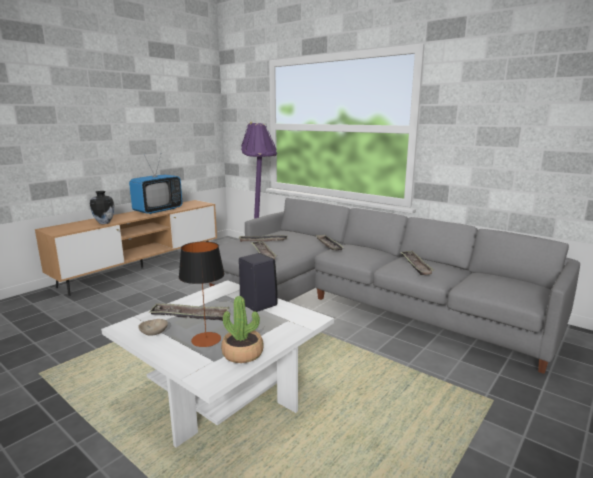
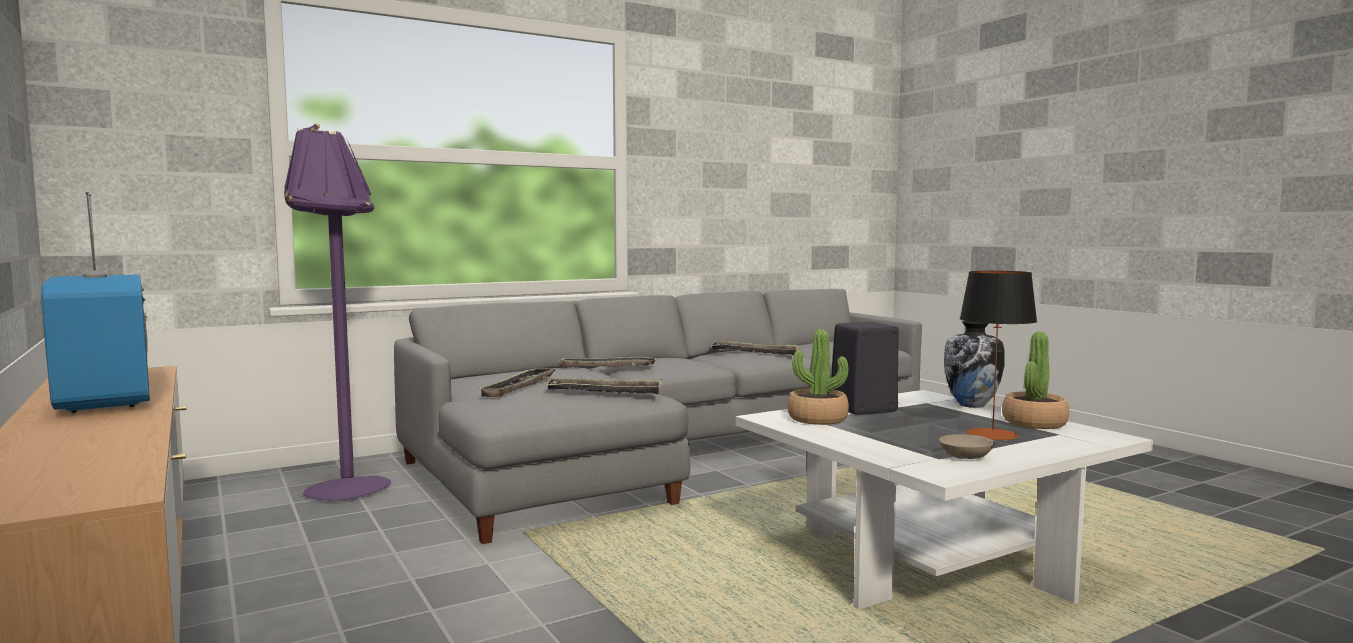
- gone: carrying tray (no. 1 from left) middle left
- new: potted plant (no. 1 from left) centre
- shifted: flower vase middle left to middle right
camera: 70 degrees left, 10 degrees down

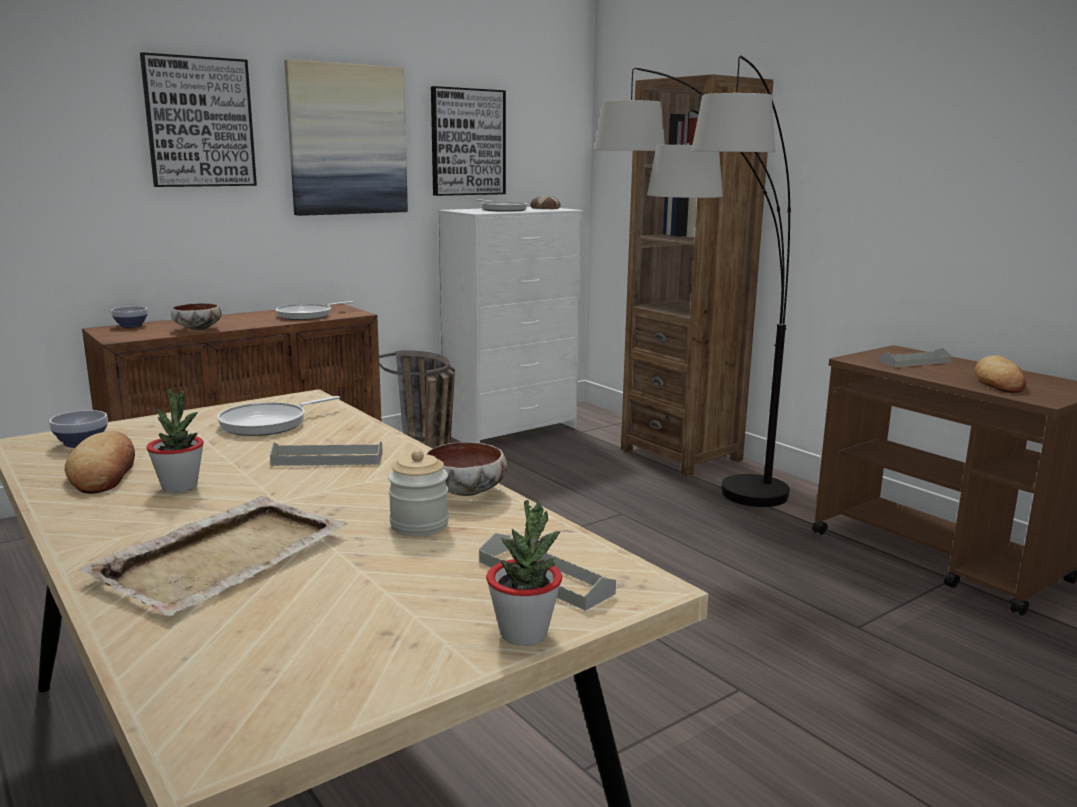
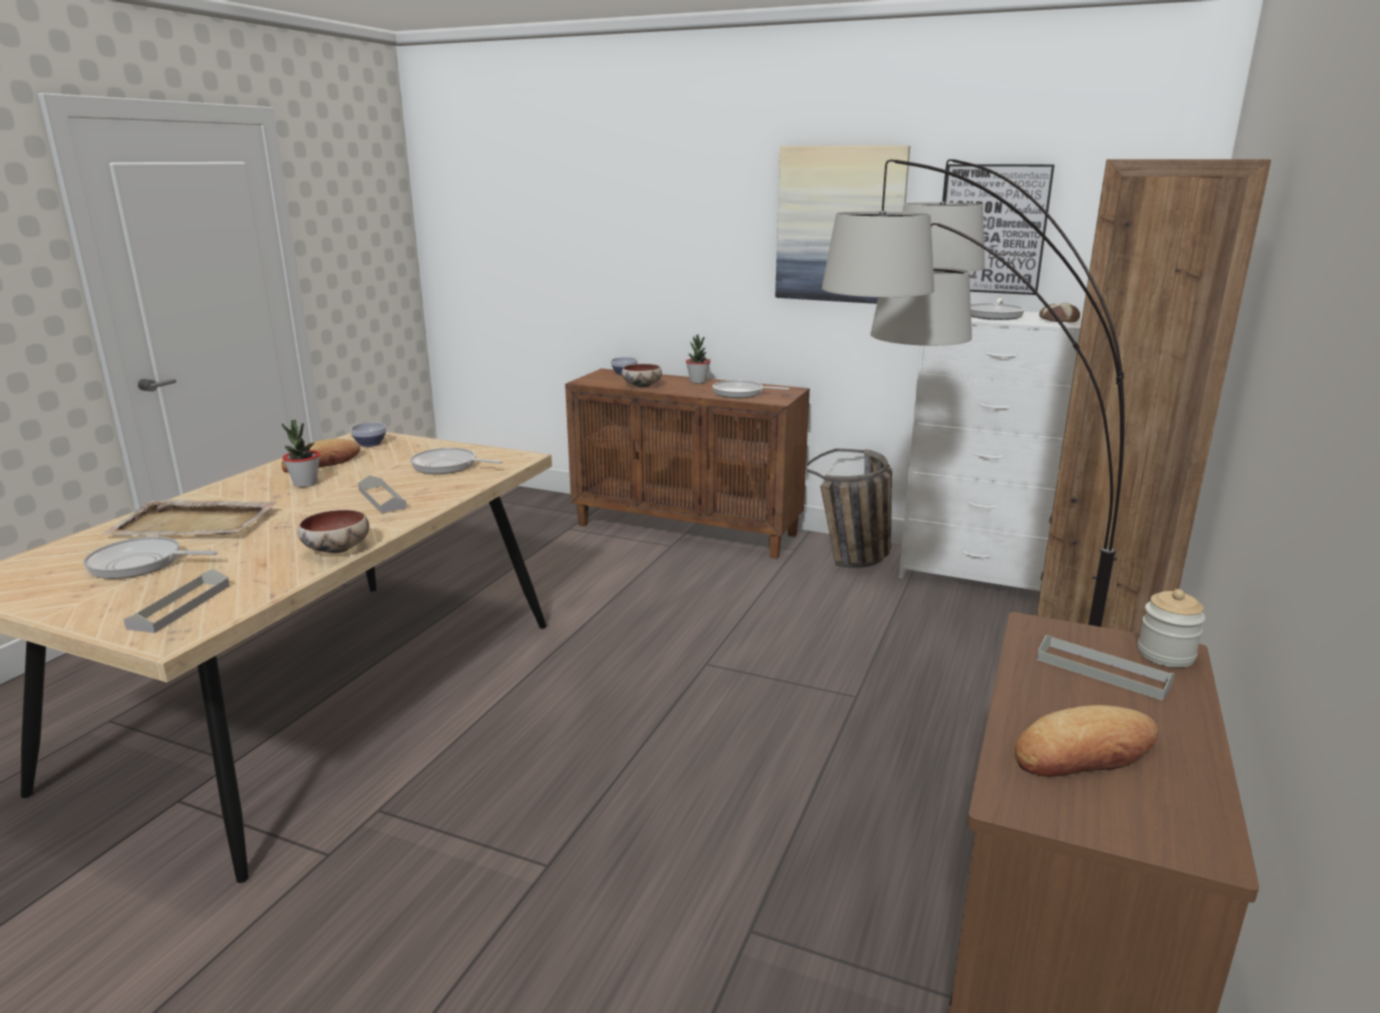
- gone: wall picture (no. 1 from left) top left
- new: skillet (no. 1 from left) middle left
- shifted: storage jar centre to middle right
- shifted: potted plant (no. 2 from left) bottom centre to centre
camera: 60 degrees right, 5 degrees up

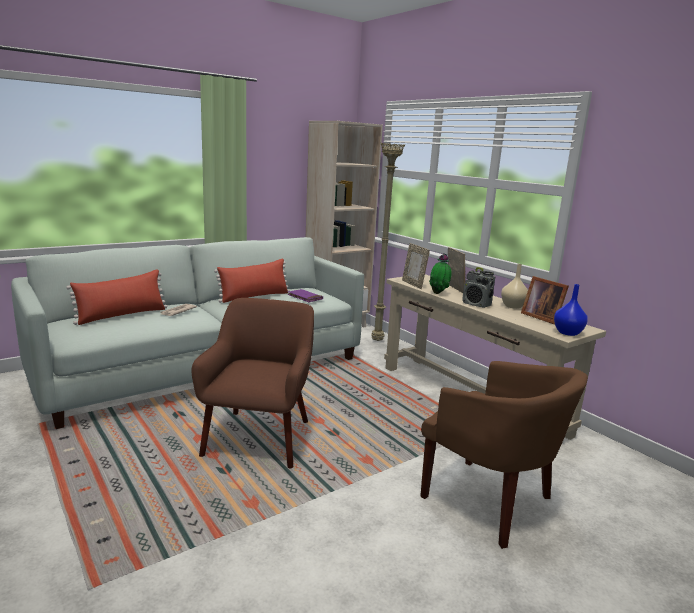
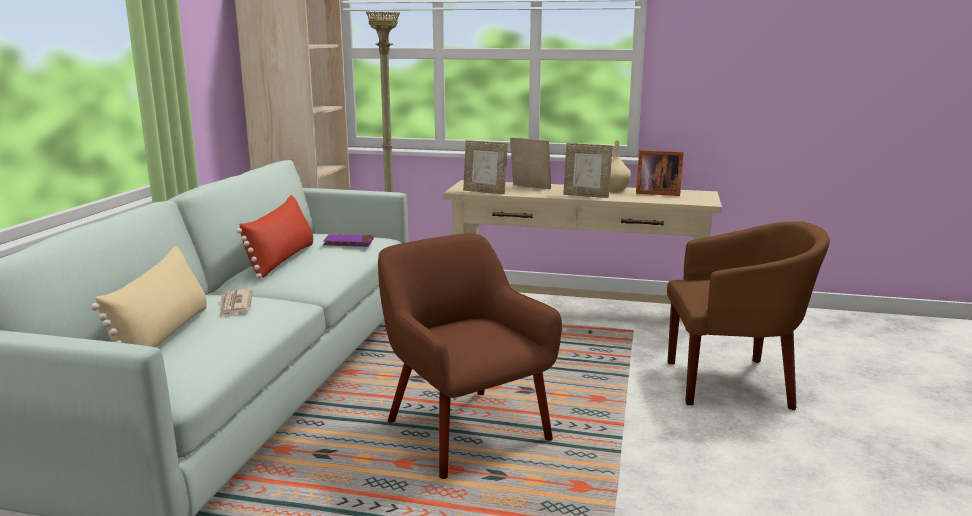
- gone: potted plant centre
- gone: blue-coloured flower vase middle right
- swapped: radio set middle right to standing frame (no. 3 from left) top centre
- repainted: red-coloured pillow (no. 1 from left) middle left to beige pillow middle left
camera: 40 degrees left, 0 degrees up

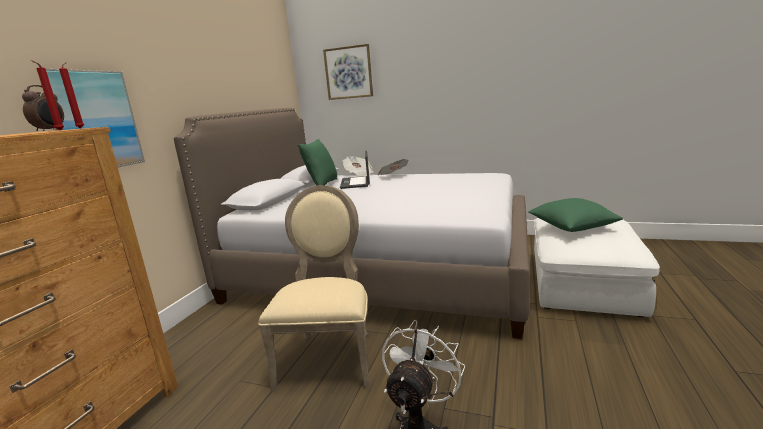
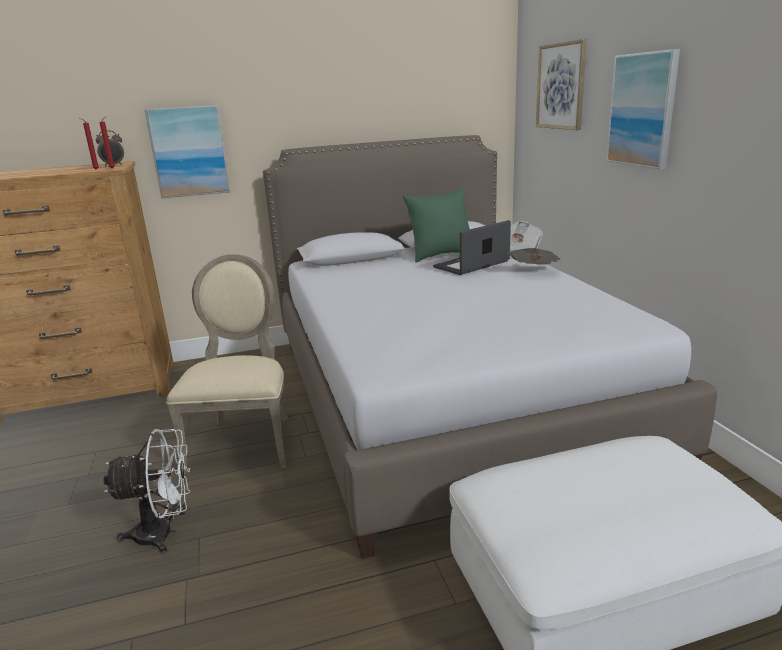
- gone: green pillow (no. 2 from left) middle right
- new: wall picture (no. 3 from left) top right
- rotated: beige upright chair bottom centre = middle left 60 degrees counterclockwise
camera: 55 degrees right, 5 degrees up

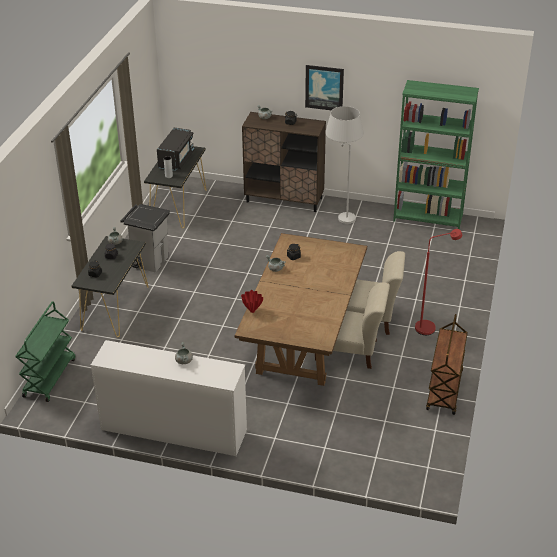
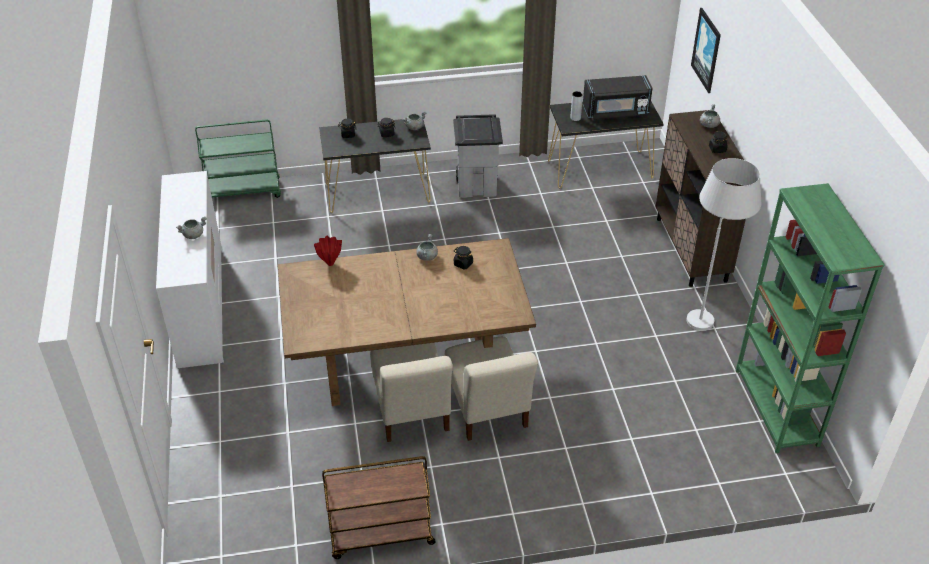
- gone: red-coloured floor lamp middle right
- shifted: wall picture top centre to top right
camera: 65 degrees right, 5 degrees up

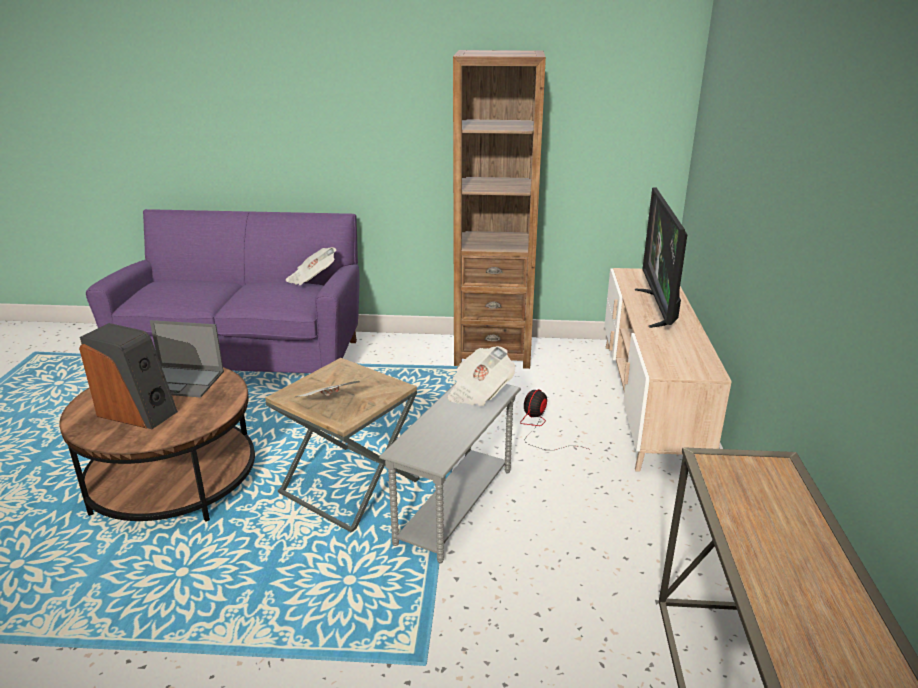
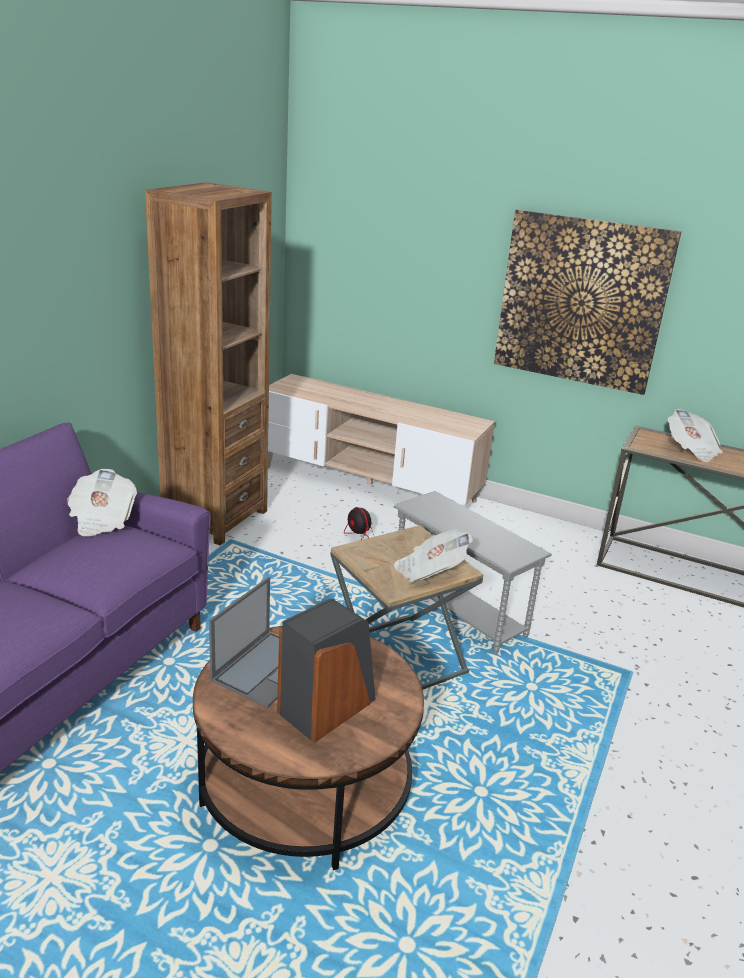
- gone: TV set middle right
- new: wall picture top right
- shifted: newspaper (no. 3 from left) centre to middle right
camera: 70 degrees left, 0 degrees up

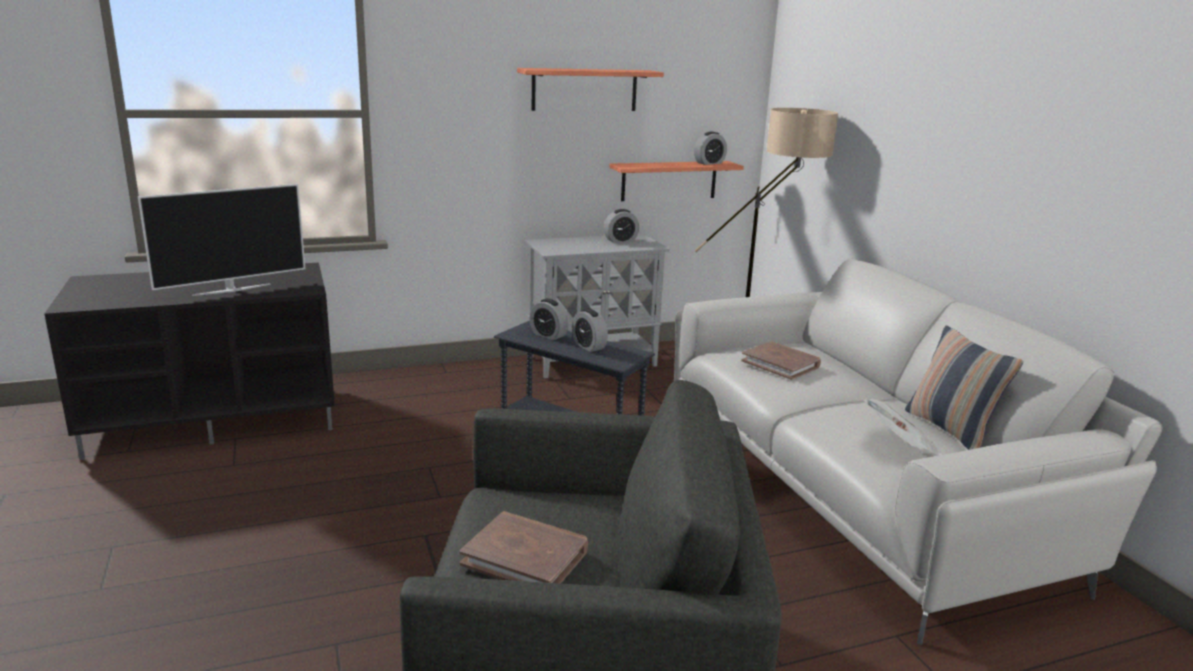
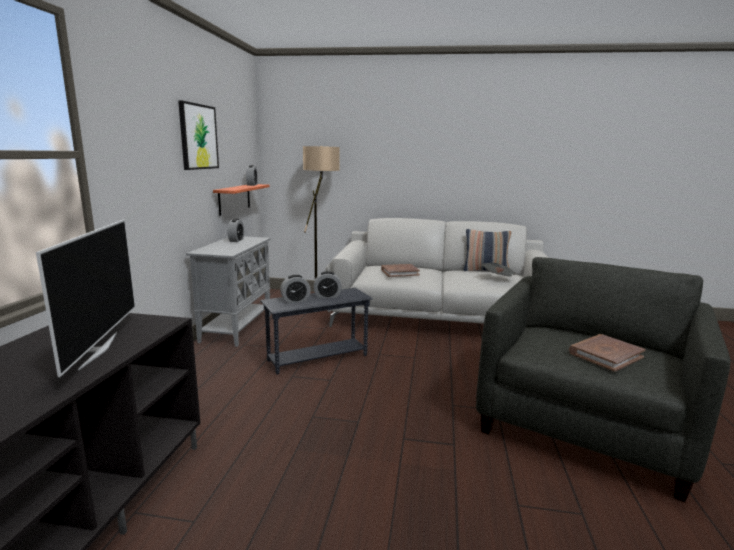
- swapped: shelf (no. 1 from left) top centre to wall picture top left
camera: 60 degrees left, 5 degrees down

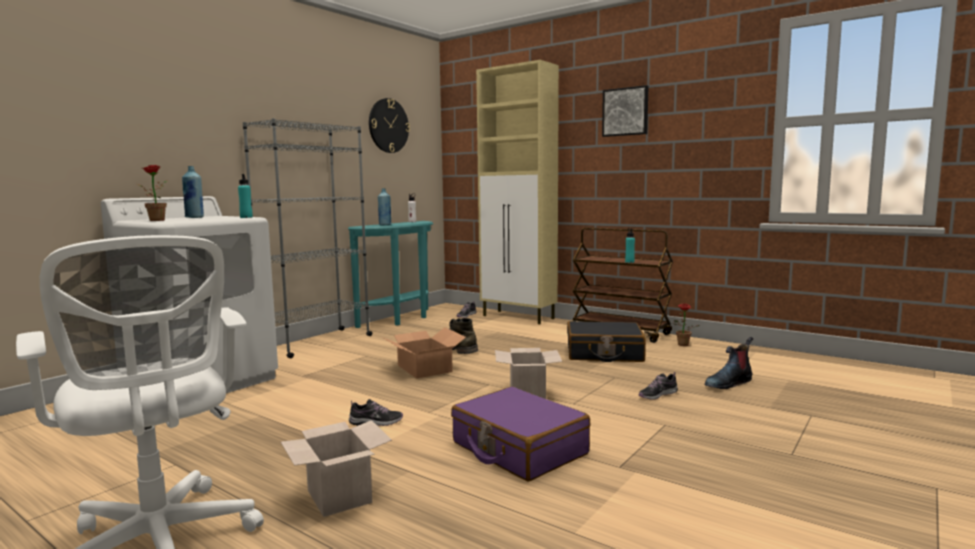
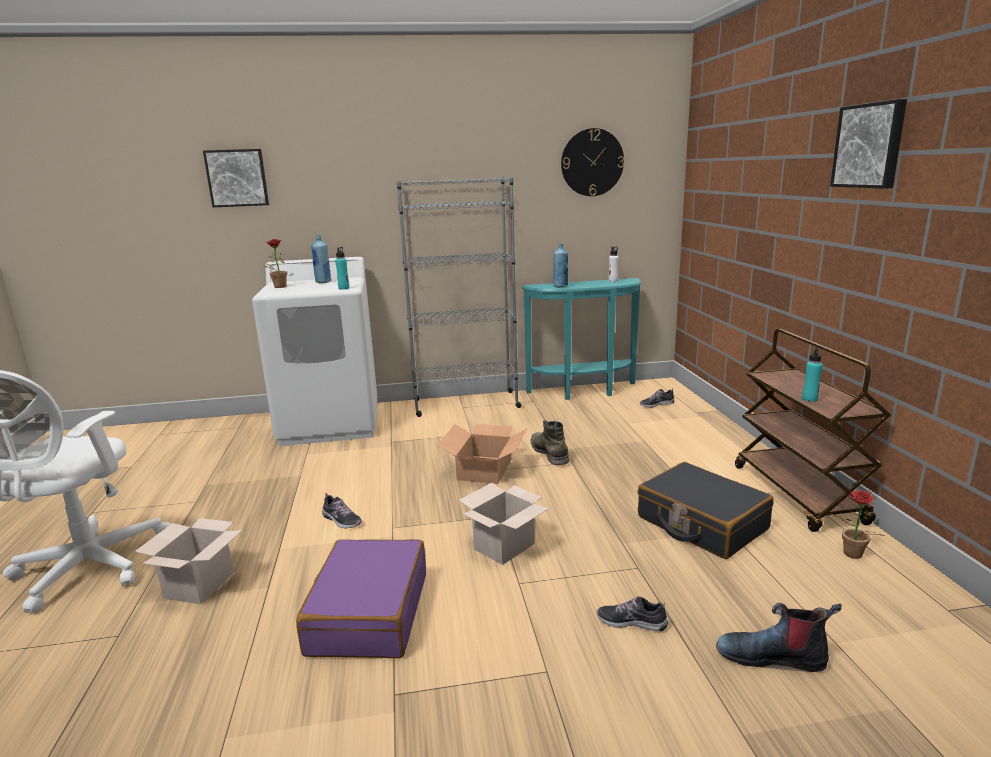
- gone: beige cupboard centre
- new: wall picture (no. 1 from left) top left
camera: 45 degrees right, 10 degrees up

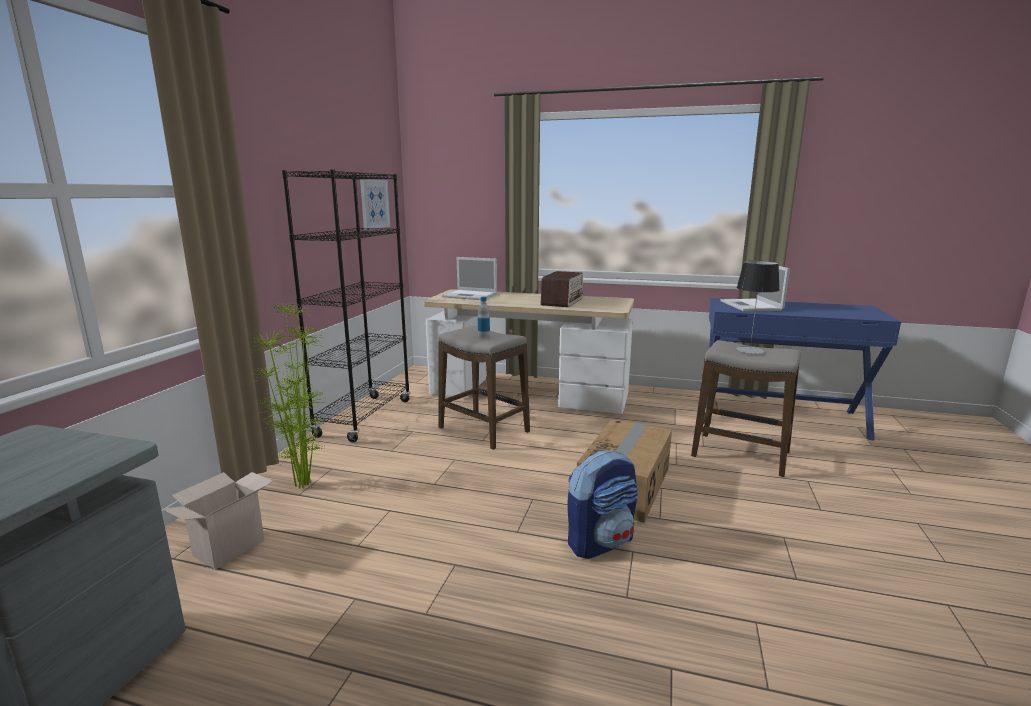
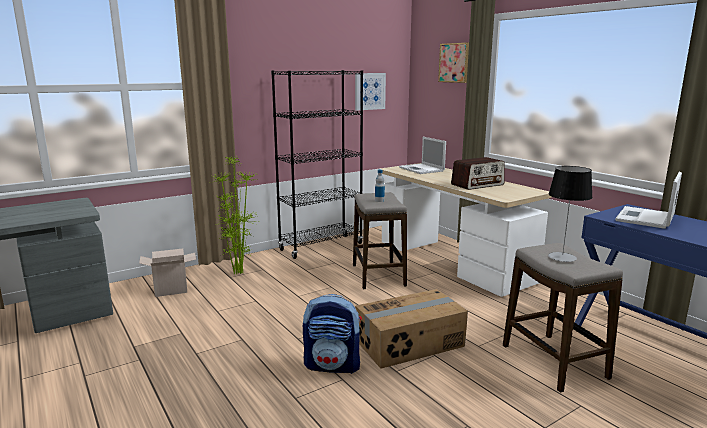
- new: wall picture (no. 2 from left) top centre
camera: 40 degrees right, 0 degrees up

